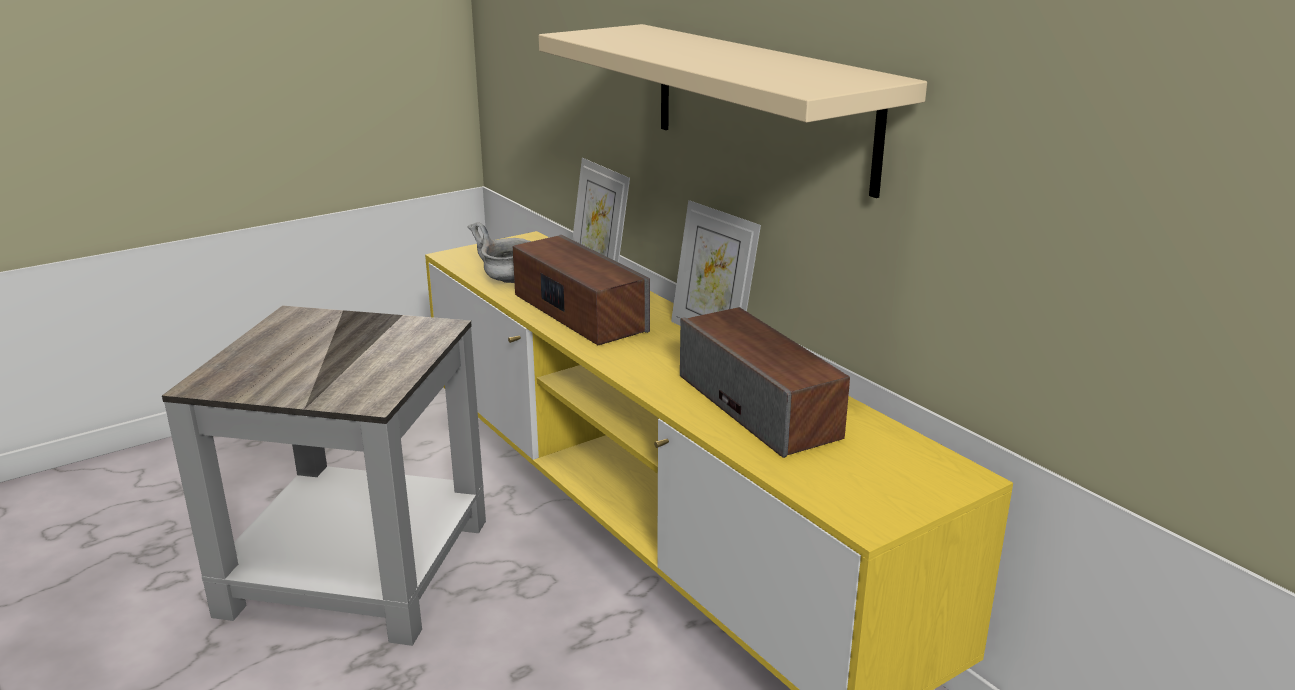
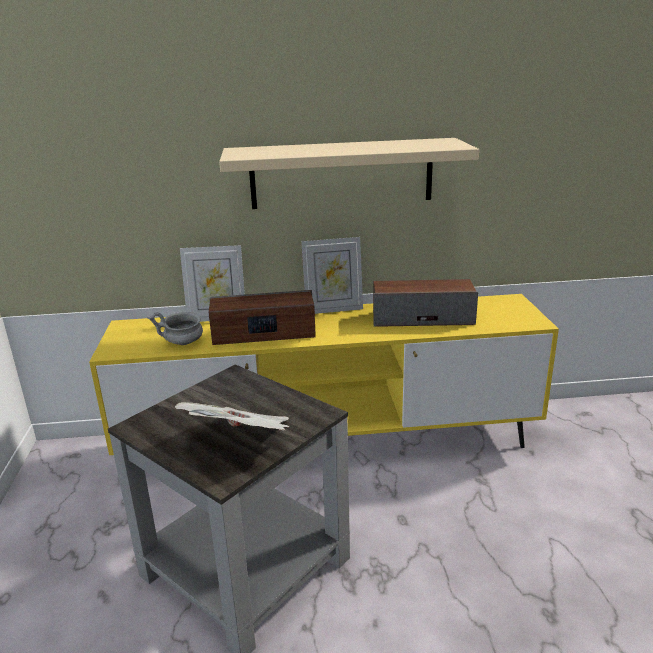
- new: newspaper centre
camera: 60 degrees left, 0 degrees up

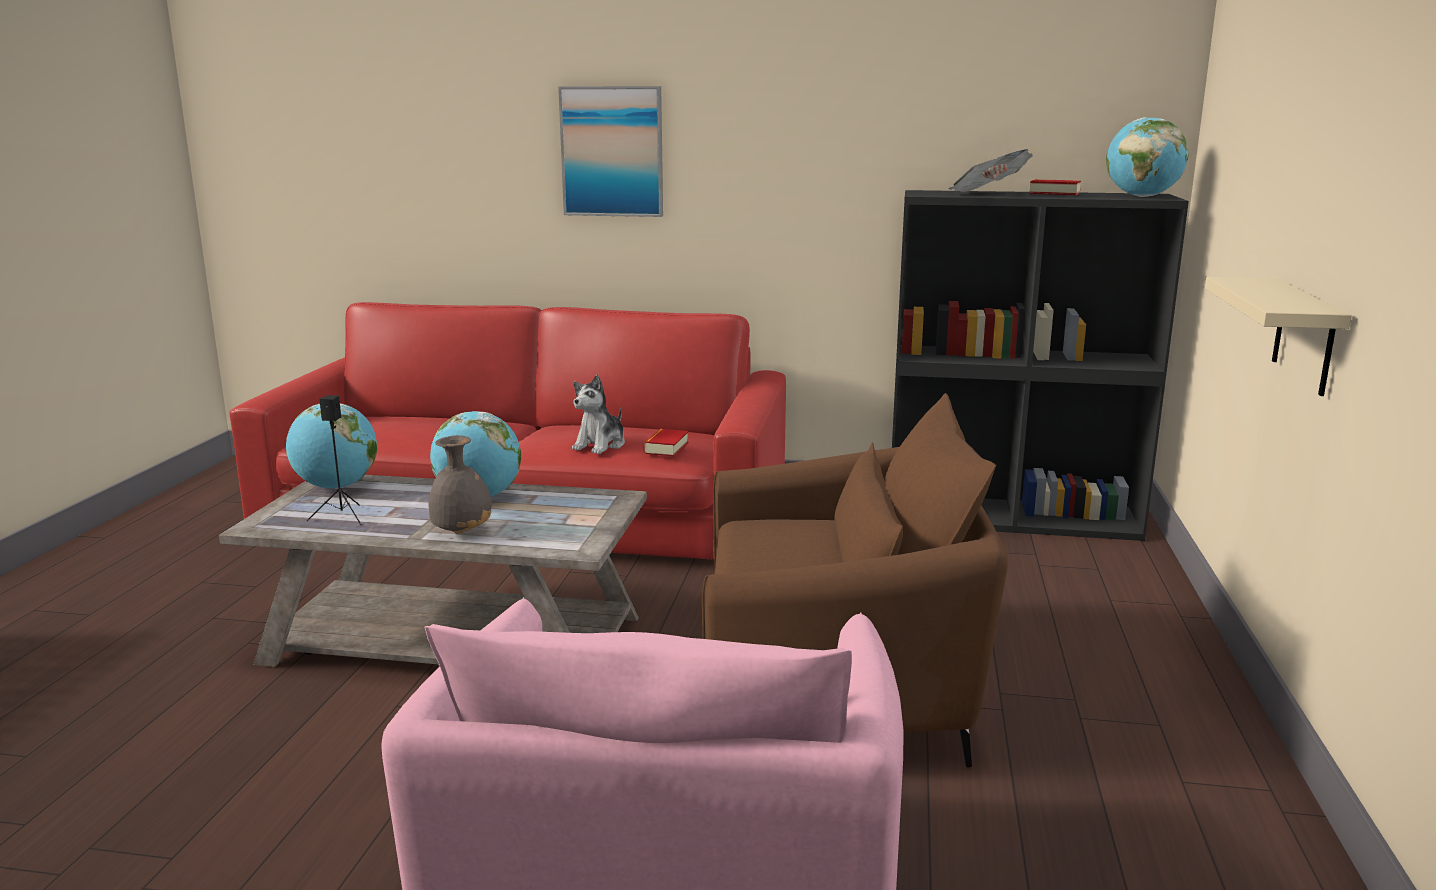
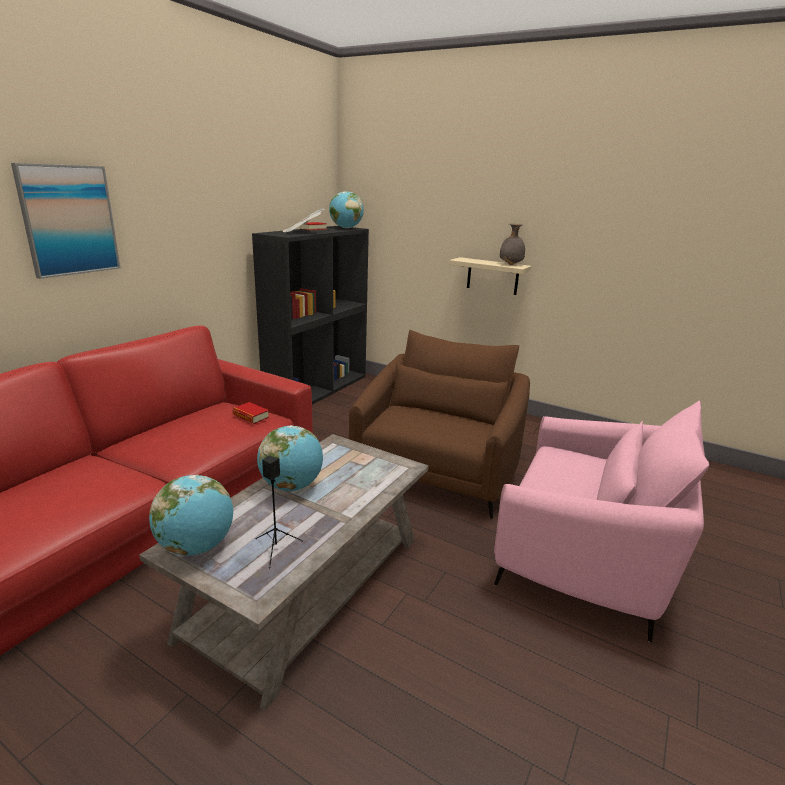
- gone: soft toy centre
- shifted: grey flower vase middle left to top centre
camera: 70 degrees left, 5 degrees up

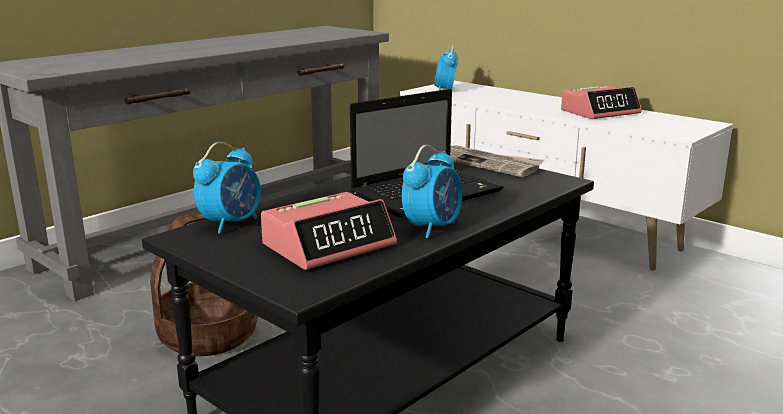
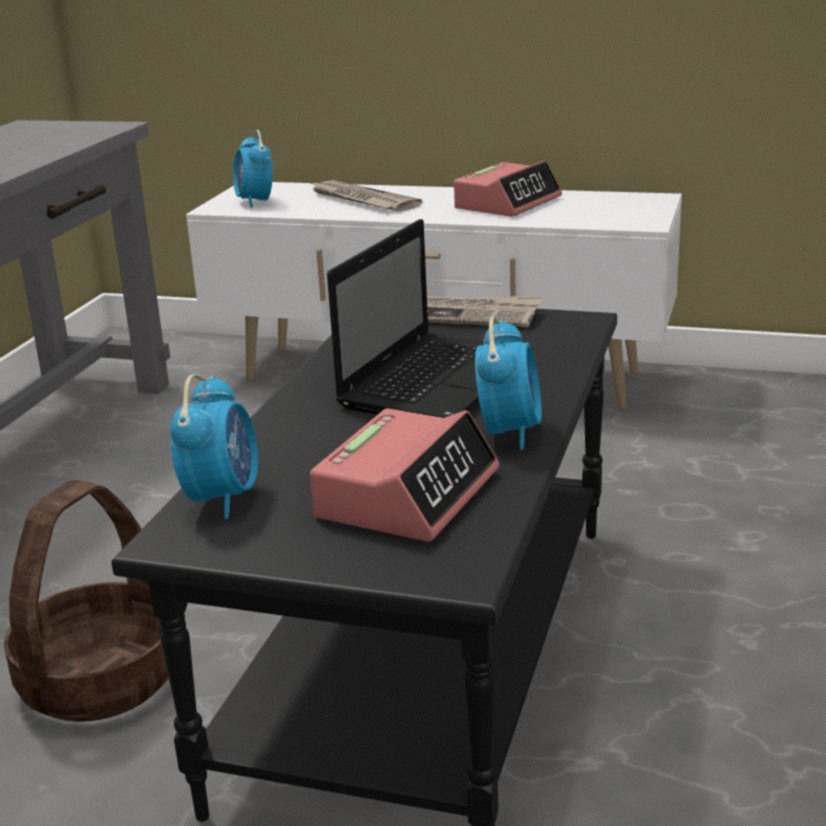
- new: newspaper (no. 1 from left) top centre
camera: 25 degrees left, 5 degrees up

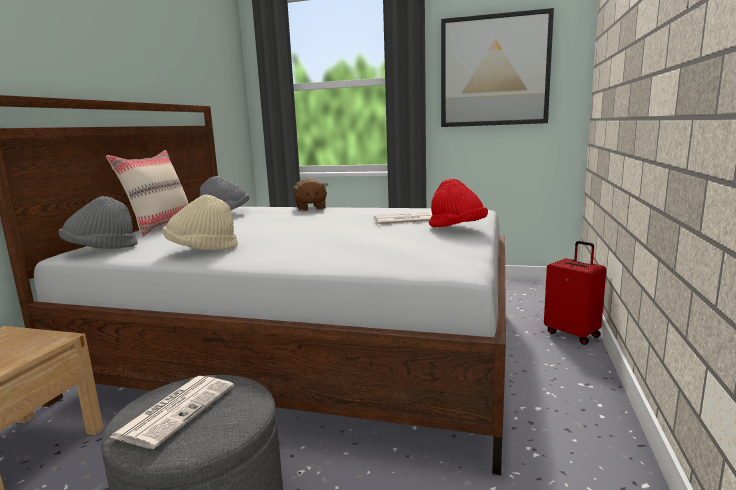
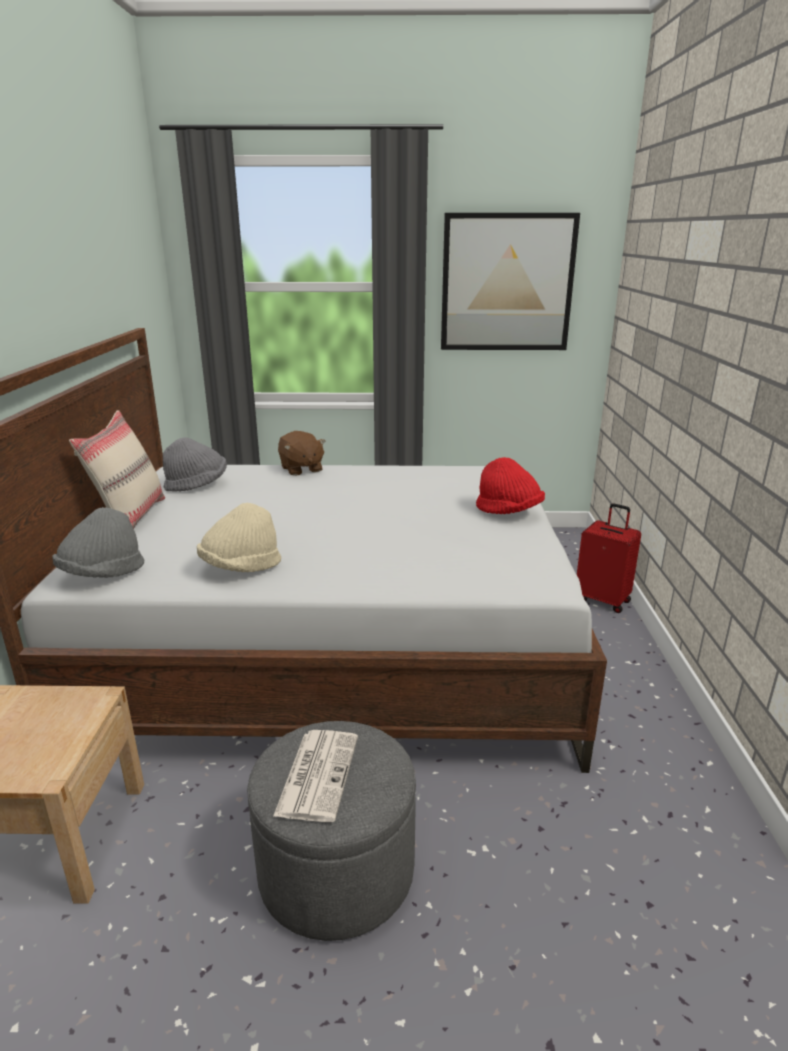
- gone: newspaper (no. 2 from left) centre
camera: 15 degrees left, 10 degrees up

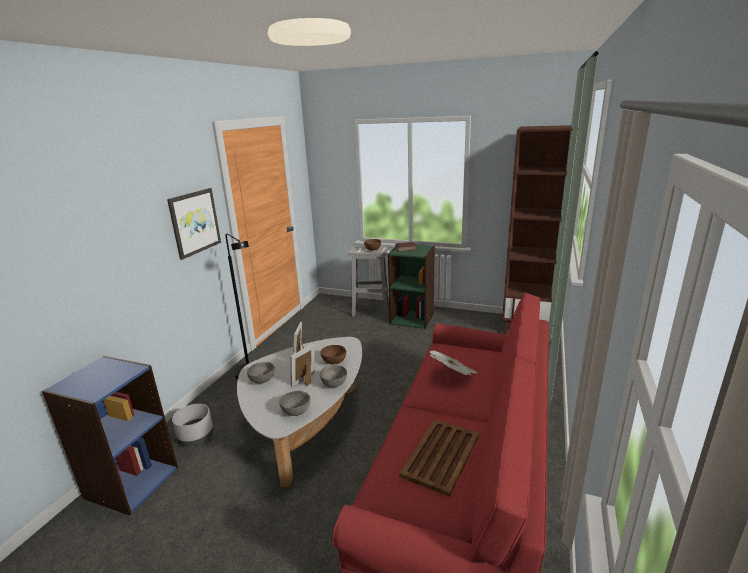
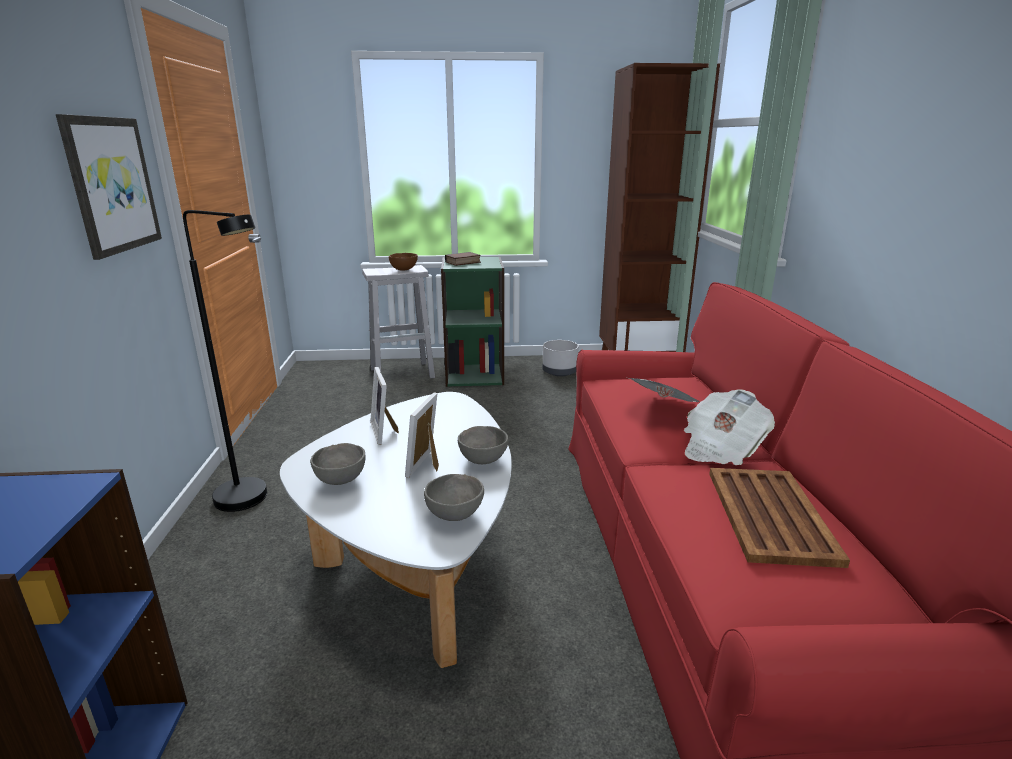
- gone: brown serving bowl (no. 1 from left) centre
- new: newspaper (no. 2 from left) middle right
- shifted: grey plant pot bottom left to centre
camera: 25 degrees left, 0 degrees up

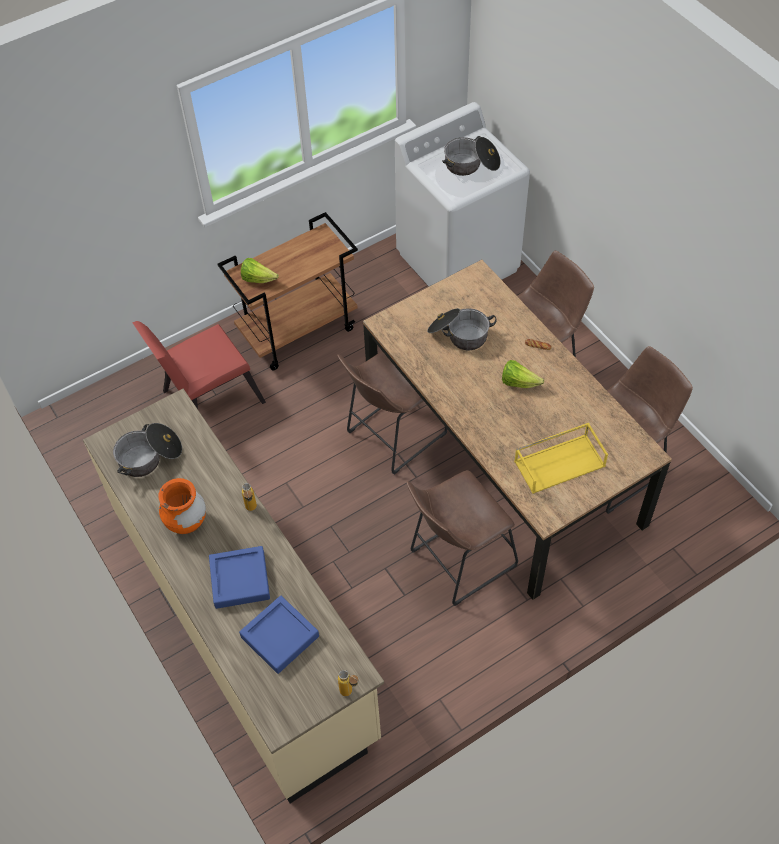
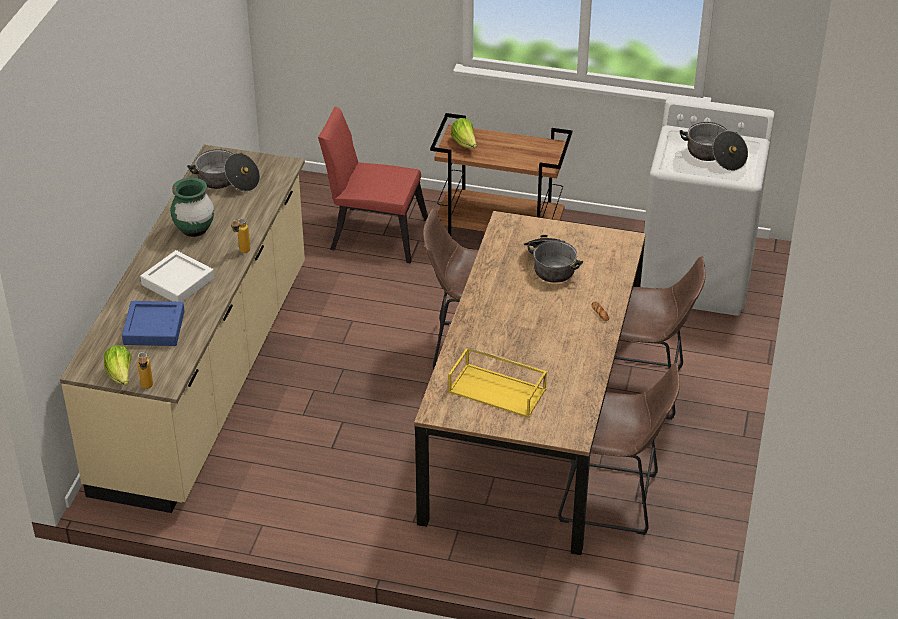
- gone: brown sitting stool (no. 2 from left) centre
- shifted: lettuce head (no. 2 from left in the first image) middle right to lettuce head (no. 1 from left) middle left
- repainted: orangey flower vase middle left to green flower vase middle left
- repainted: blue-coloured carrying tray (no. 1 from left) bottom left to white-coloured carrying tray middle left
camera: 45 degrees right, 15 degrees down

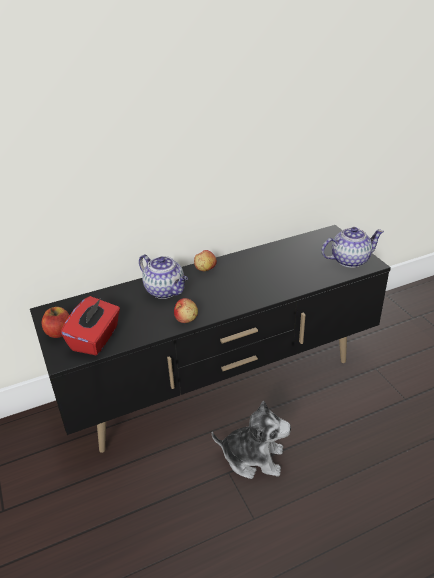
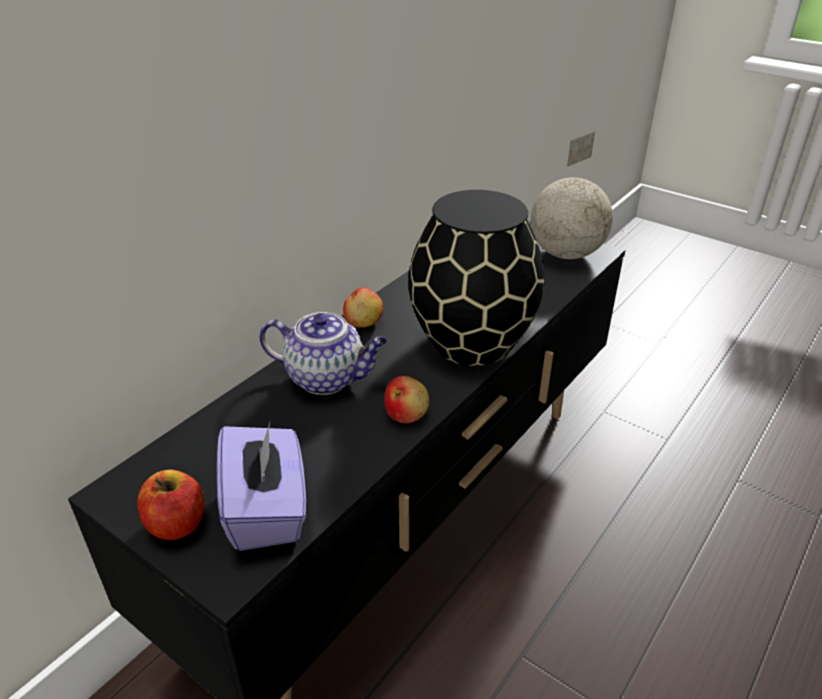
- gone: soft toy bottom centre
- new: black flower vase centre
- swapped: pot for tea (no. 2 from left) middle right to globe top right
- repainted: red-coloured tissue holder middle left to purple tissue holder bottom left
camera: 30 degrees left, 0 degrees up

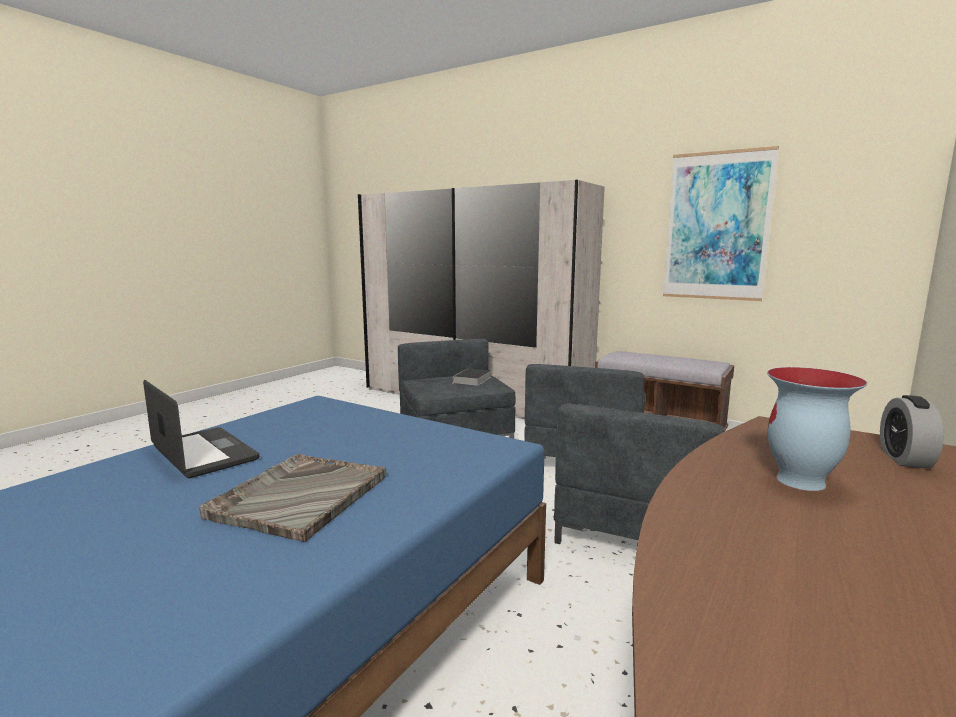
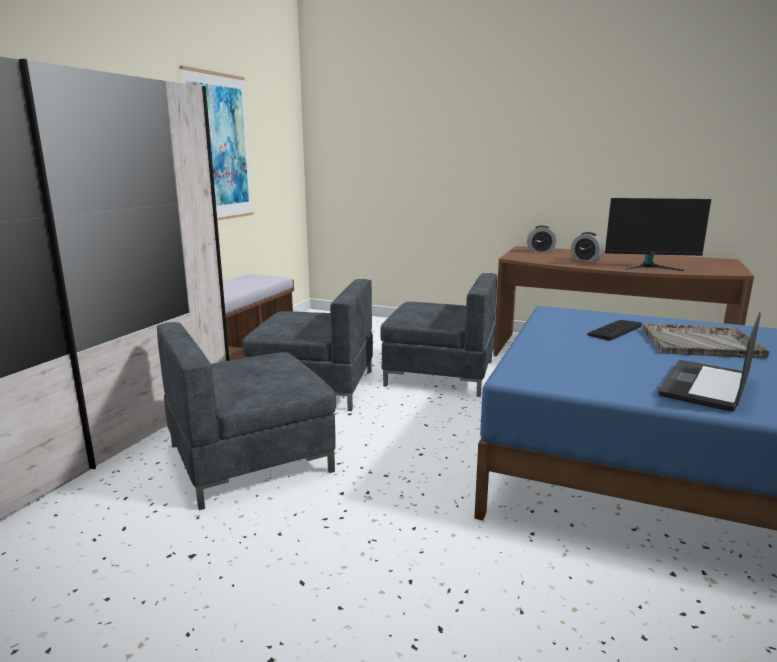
- gone: volume centre
- new: computer keyboard middle right
- new: computer display middle right
- swapped: flower vase middle right to table clock (no. 2 from left) middle right
camera: 100 degrees left, 5 degrees up

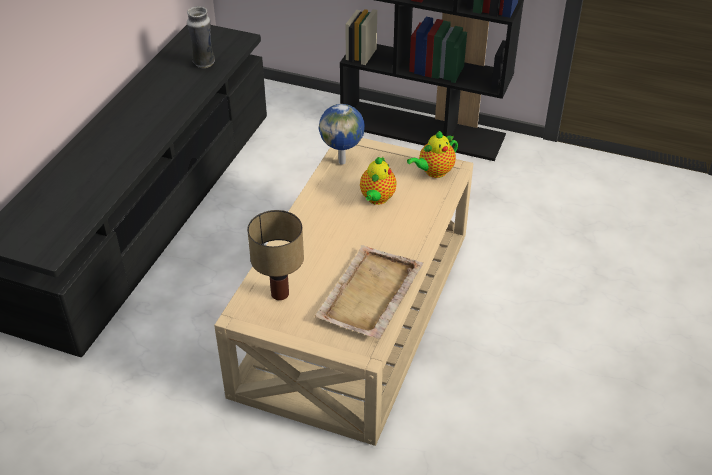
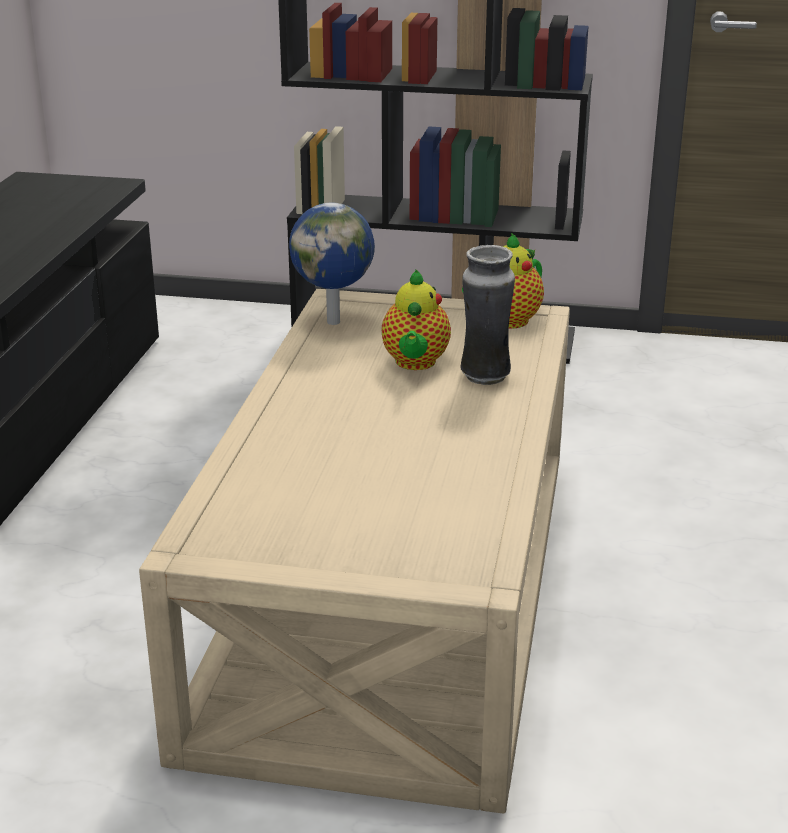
- gone: tabletop lamp centre
- gone: beige carrying tray centre
- shifted: flower vase top left to centre
camera: 10 degrees left, 15 degrees down

